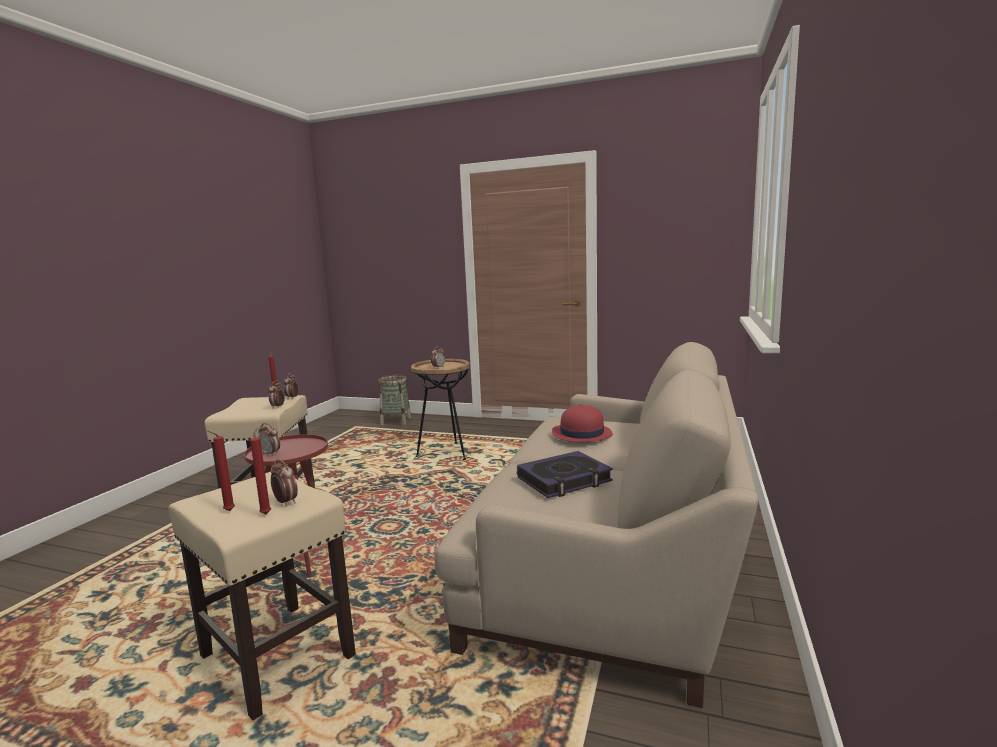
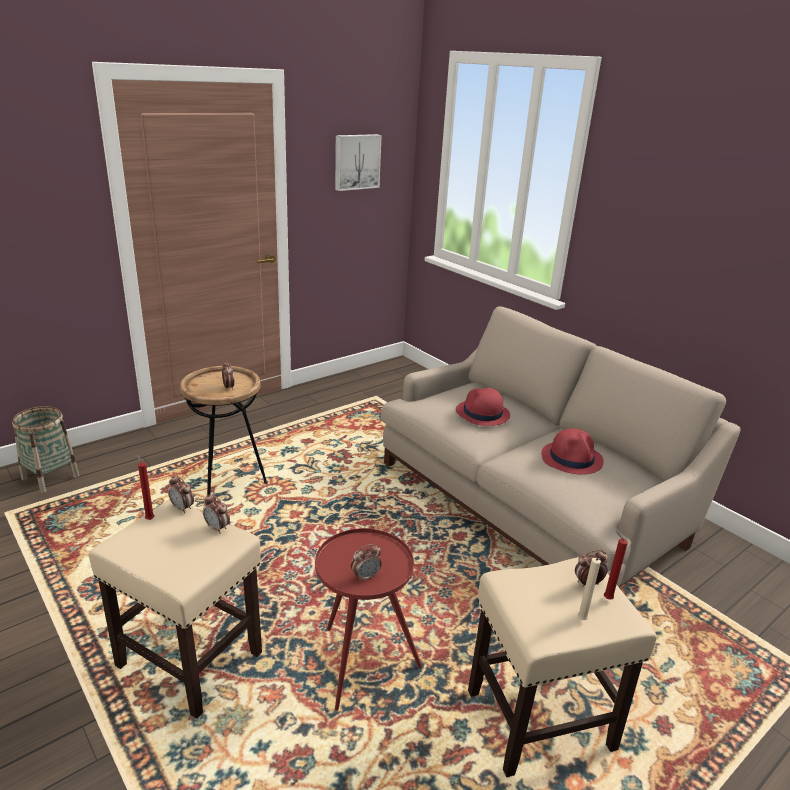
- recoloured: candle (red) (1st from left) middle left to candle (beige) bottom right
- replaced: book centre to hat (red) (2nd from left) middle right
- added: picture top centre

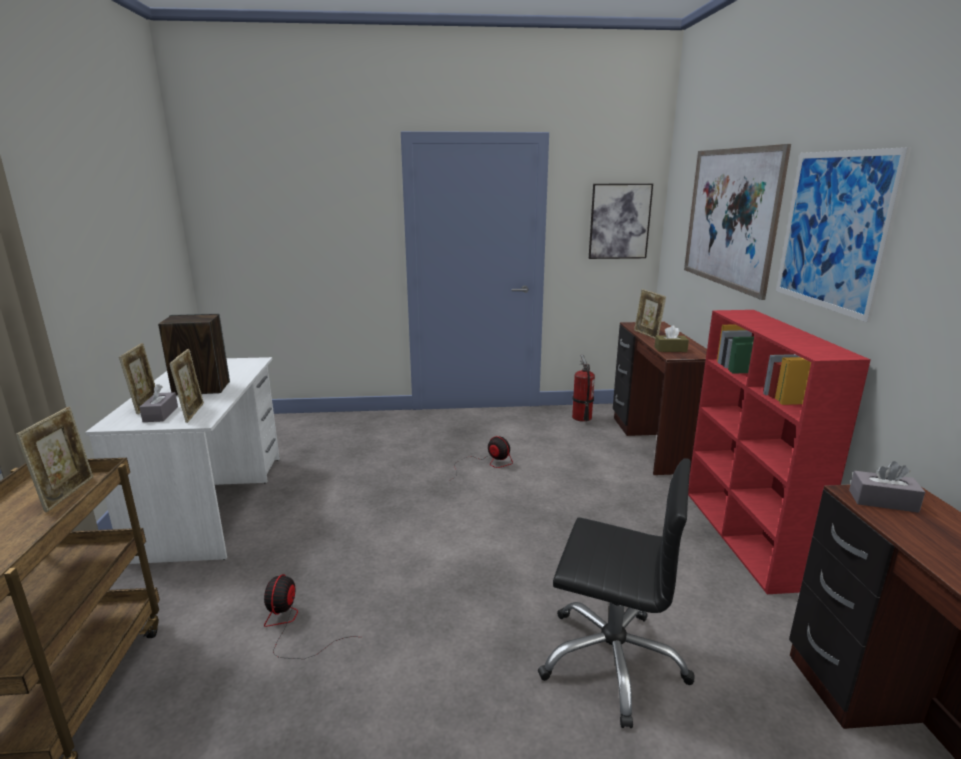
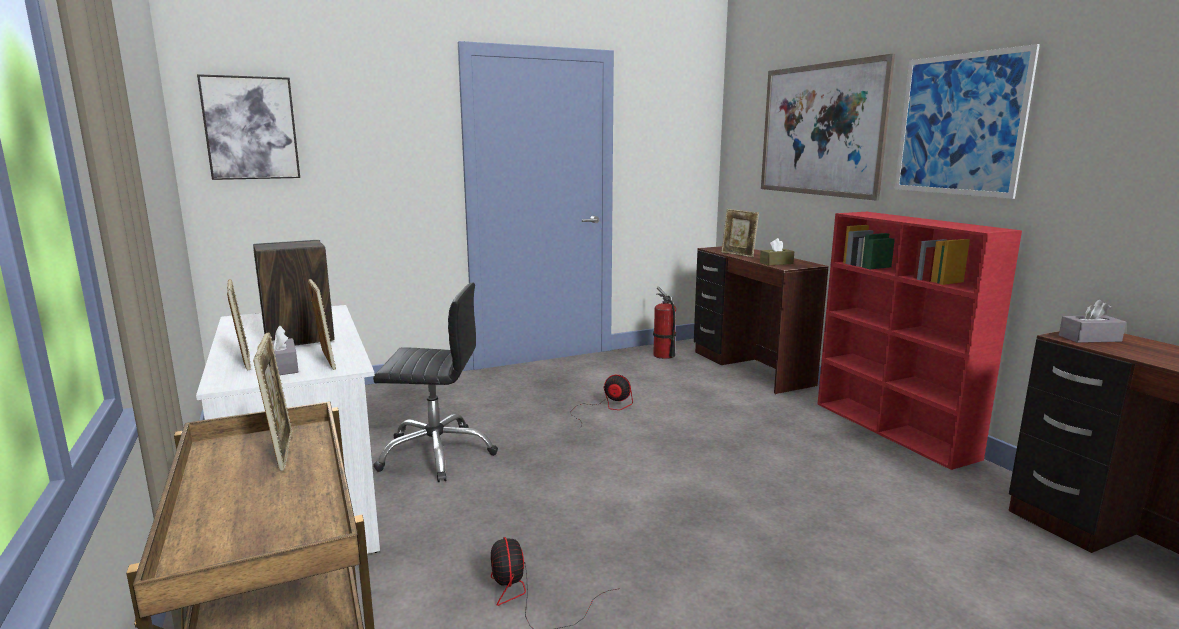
- moved: office chair (black) bottom centre to centre
- moved: picture (1st from left) top centre to top left

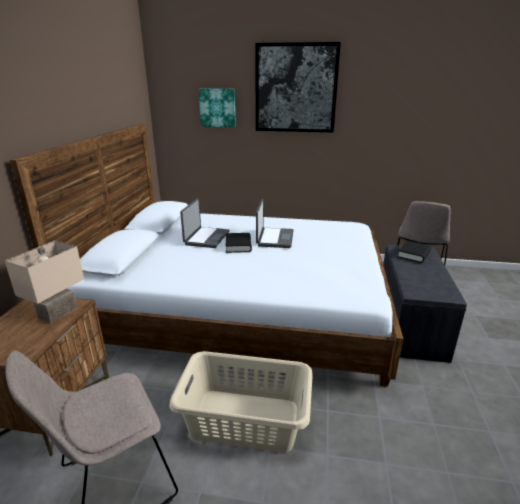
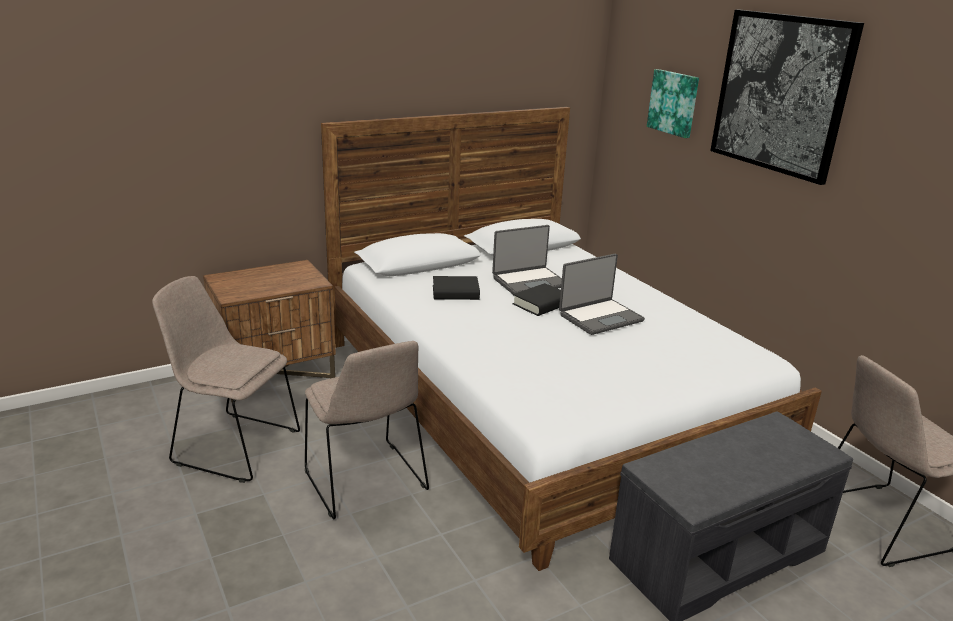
- removed: table lamp (beige) middle left
- replaced: laundry basket (beige) bottom centre to chair (beige) (2nd from left) bottom centre
- moved: book (black) (2nd from left in the first image) middle right to book (black) (1st from left) centre

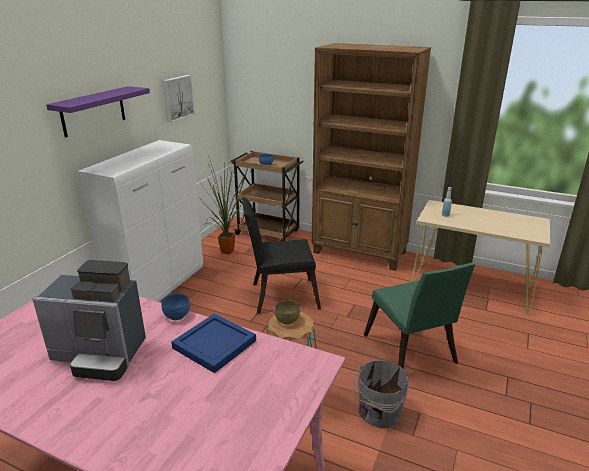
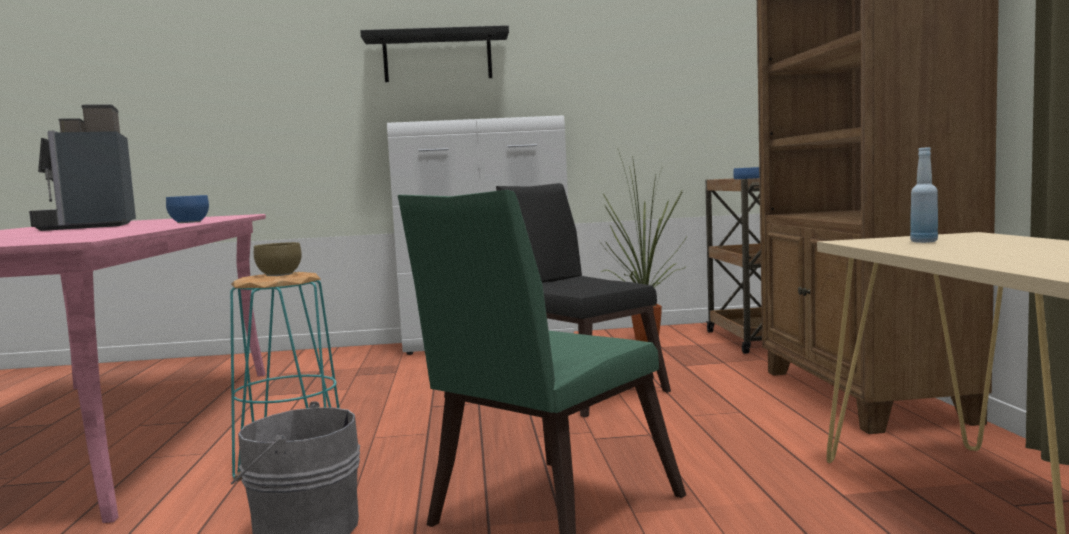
- recoloured: shelf (purple) top left to shelf (black) top centre
- removed: picture top left
- removed: tray (blue) bottom centre

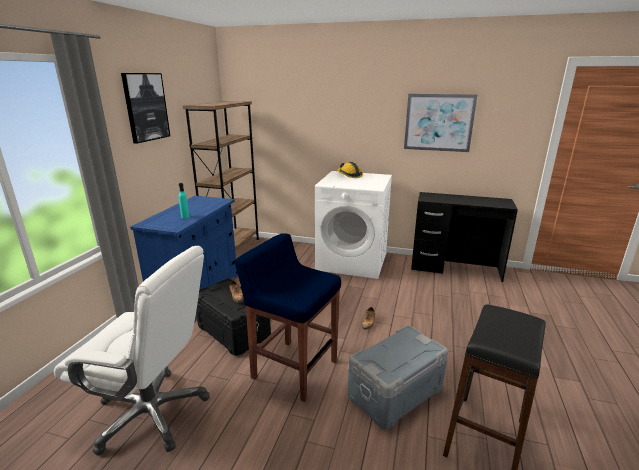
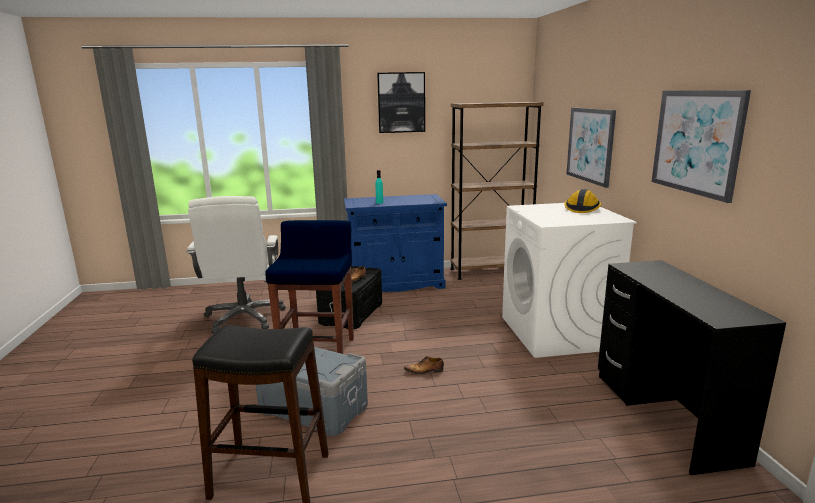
- added: picture (2nd from left) top right

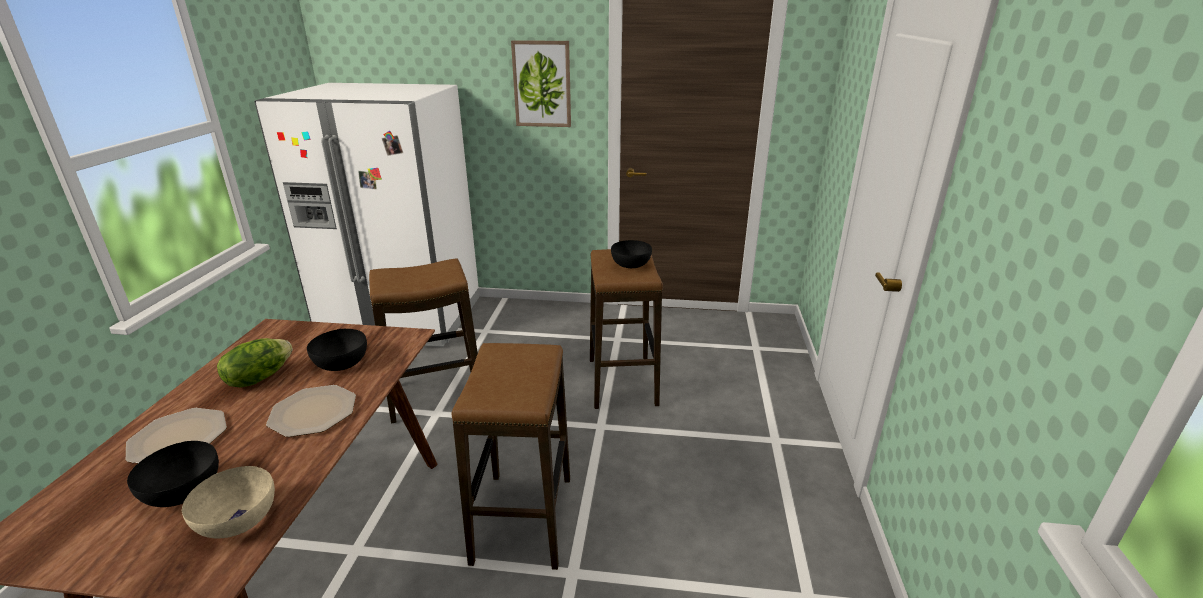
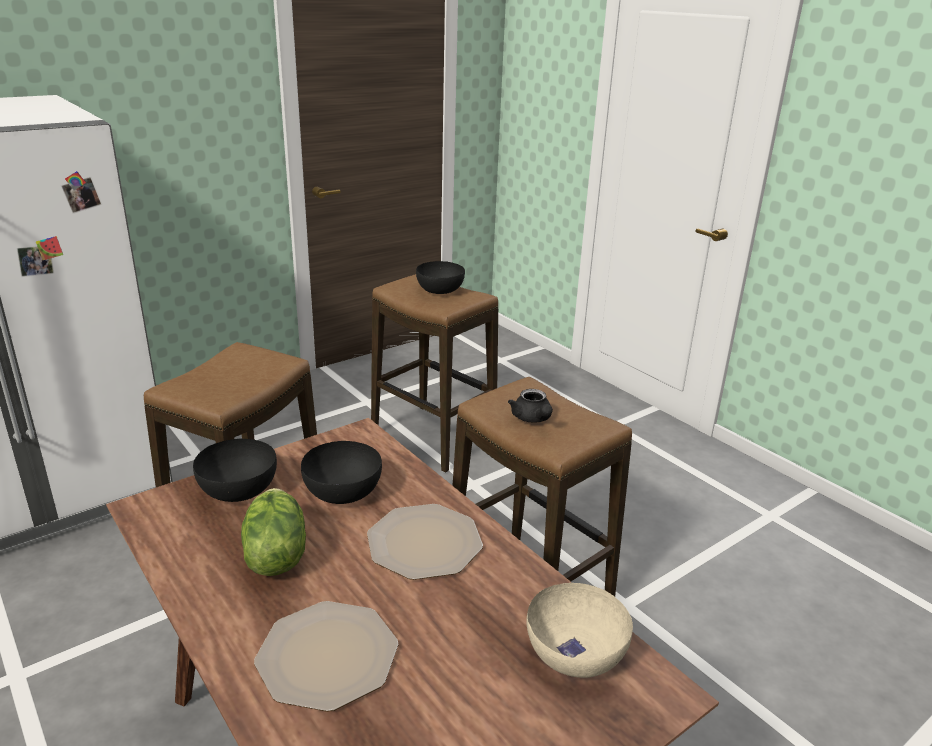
- moved: bowl (black) (1st from left) bottom left to middle left
- removed: picture top centre
- added: teapot (black) centre

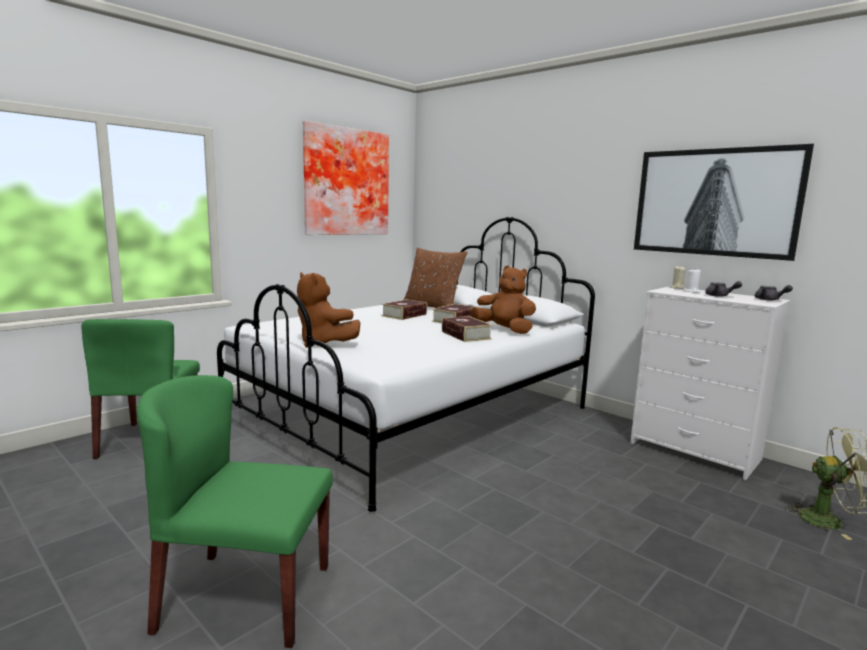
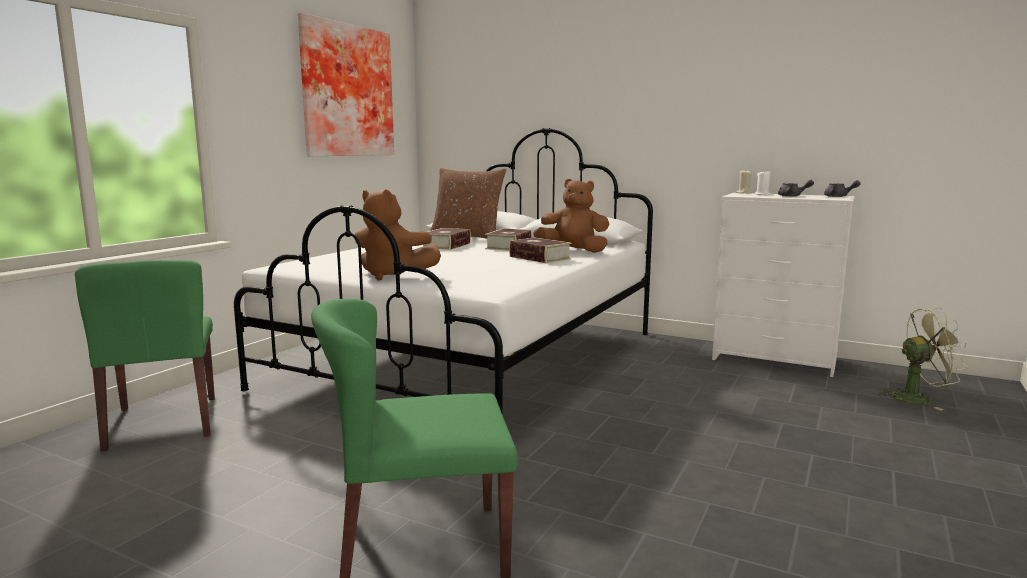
- removed: picture (2nd from left) top right

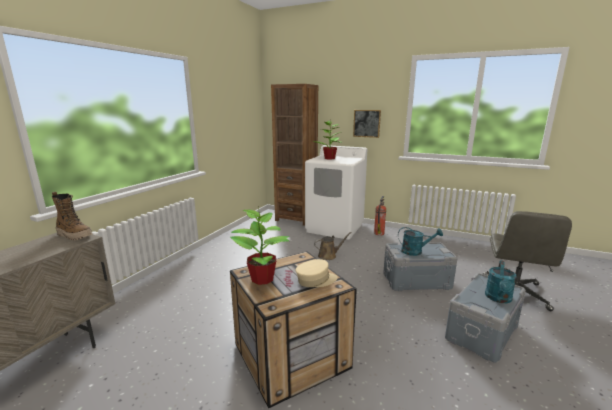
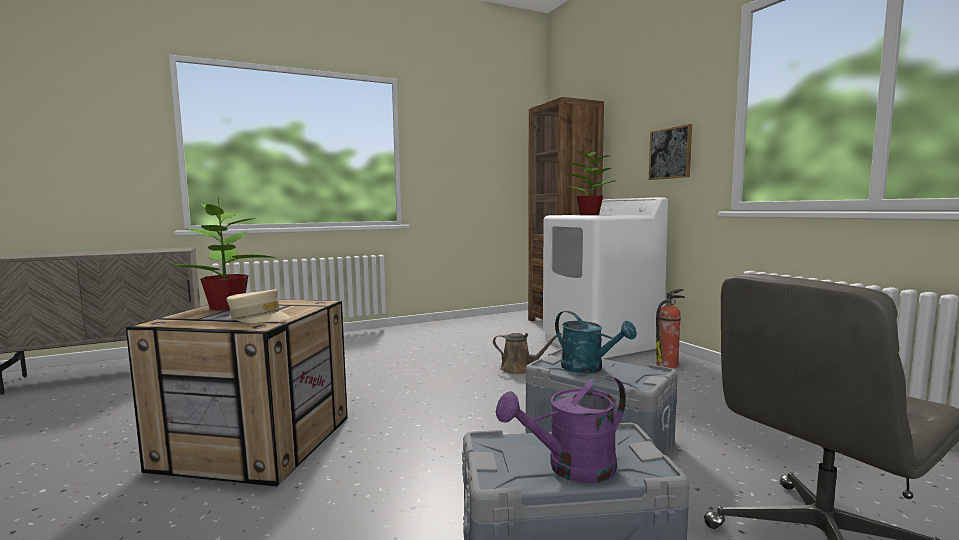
- removed: boot middle left
- recoloured: watering can (turquoise) (2nd from left) bottom right to watering can (purple) bottom centre

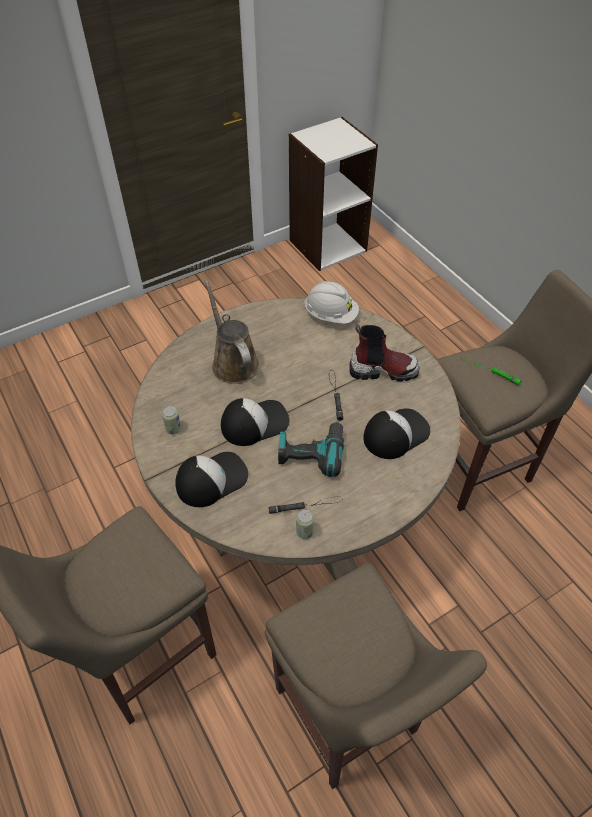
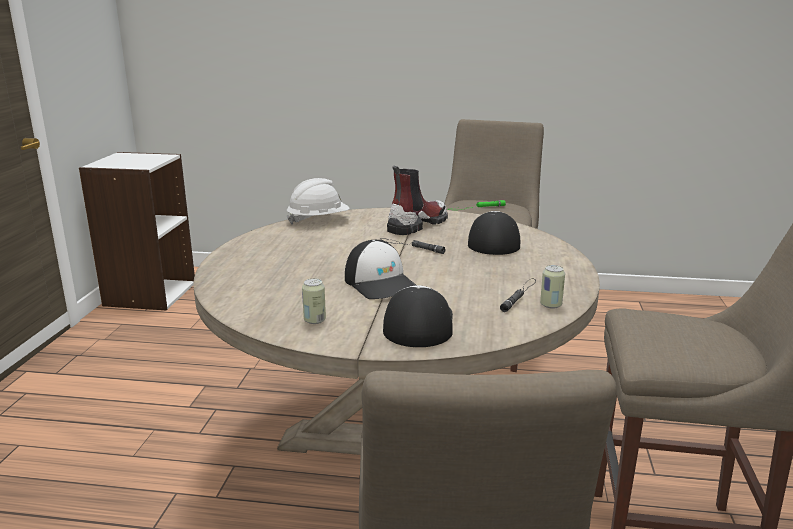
- removed: watering can (brown) centre
- turned: cap (2nd from left in the first image) centre = centre 135 degrees clockwise
- removed: power drill centre

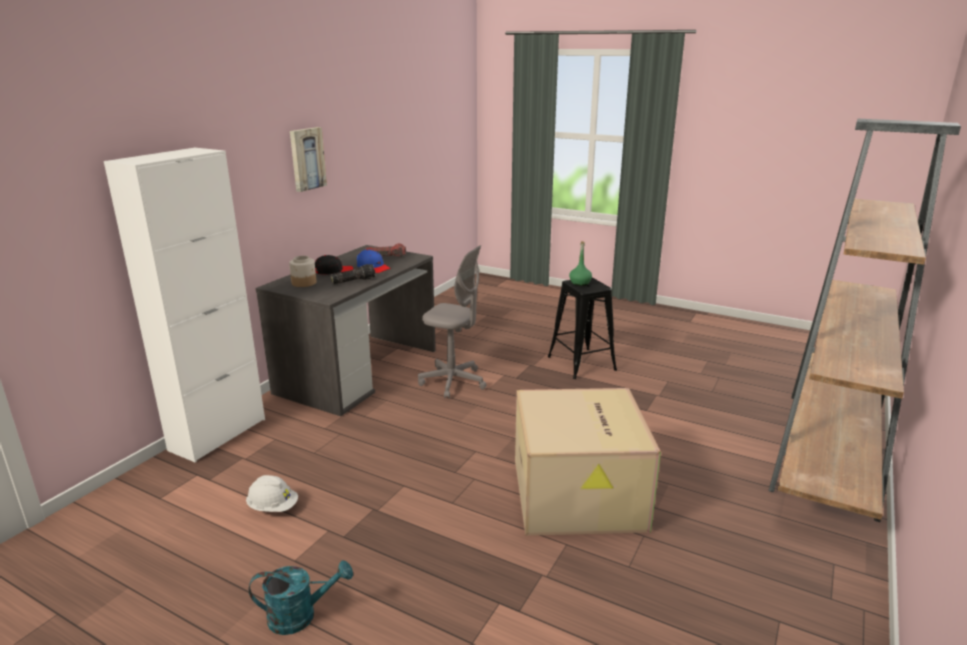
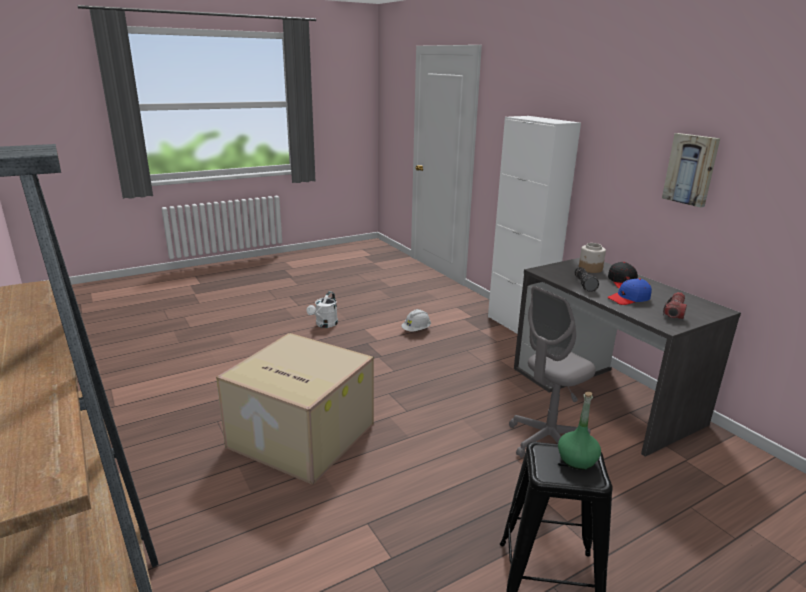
- recoloured: watering can (turquoise) bottom left to watering can (white) centre

